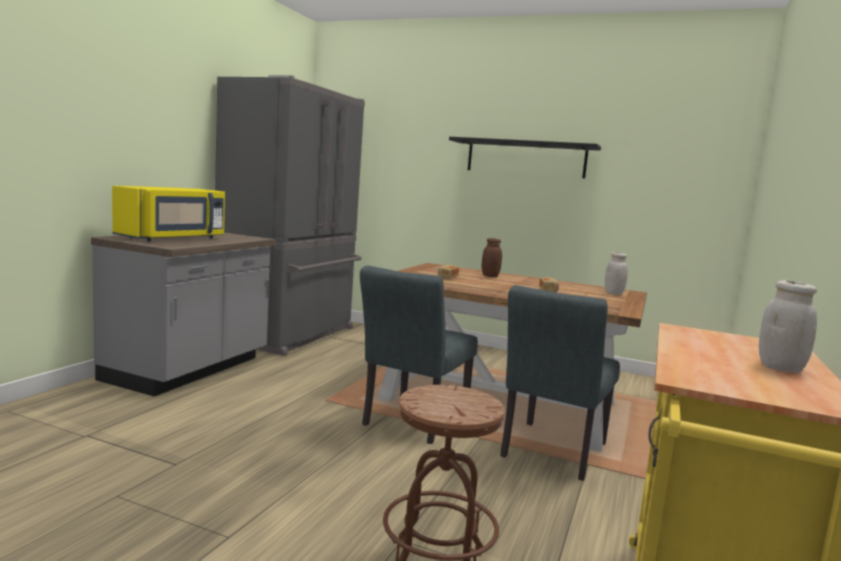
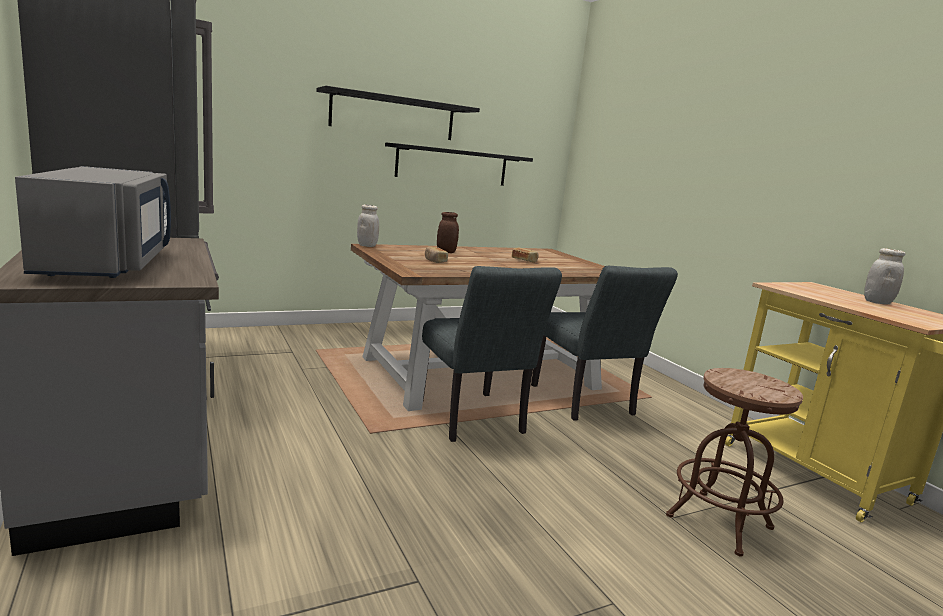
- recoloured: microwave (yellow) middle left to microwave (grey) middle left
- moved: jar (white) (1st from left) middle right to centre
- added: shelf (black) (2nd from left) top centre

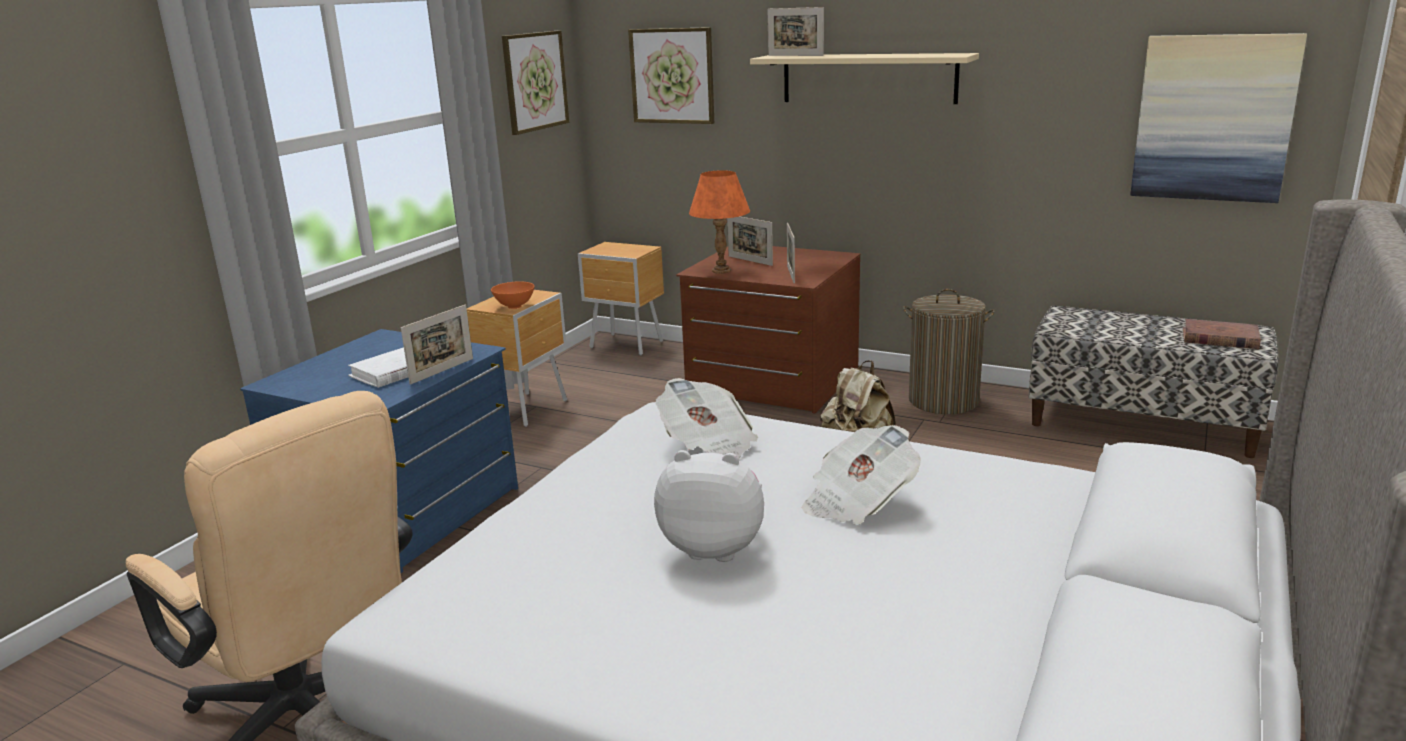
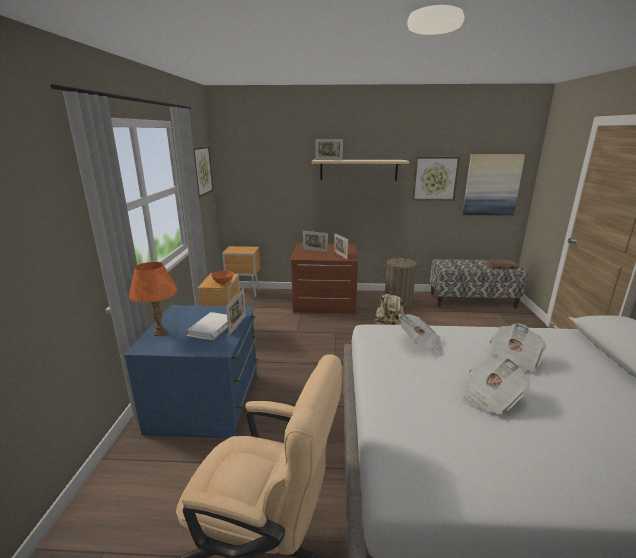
- moved: picture (2nd from left) top centre to top right
- replaced: plush toy bottom centre to newspaper (2nd from left) bottom right
- moved: table lamp (orange) top centre to middle left

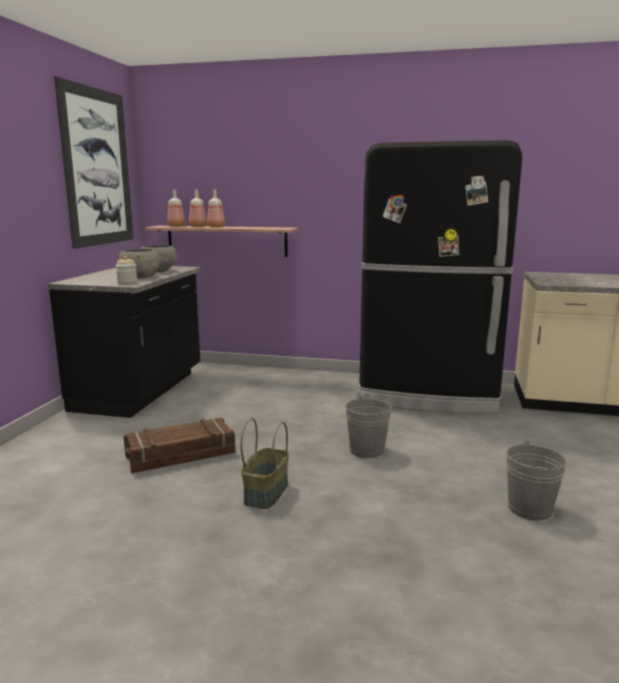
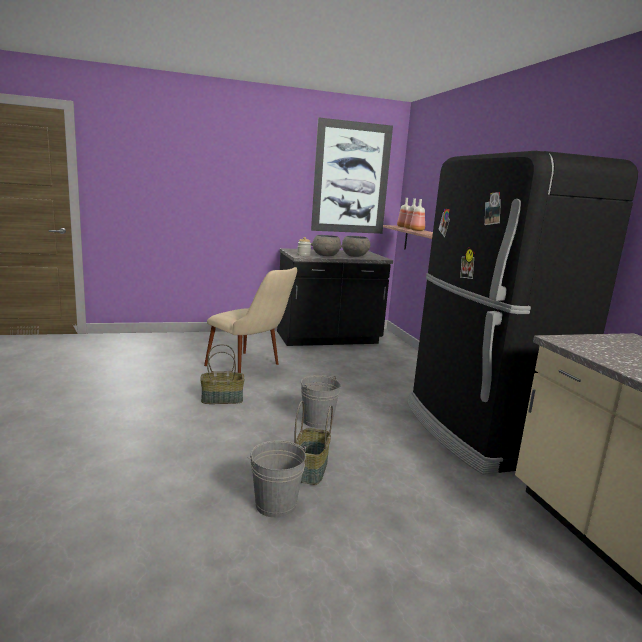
- replaced: crate middle left to chair (beige) centre
- added: basket (2nd from left) bottom centre

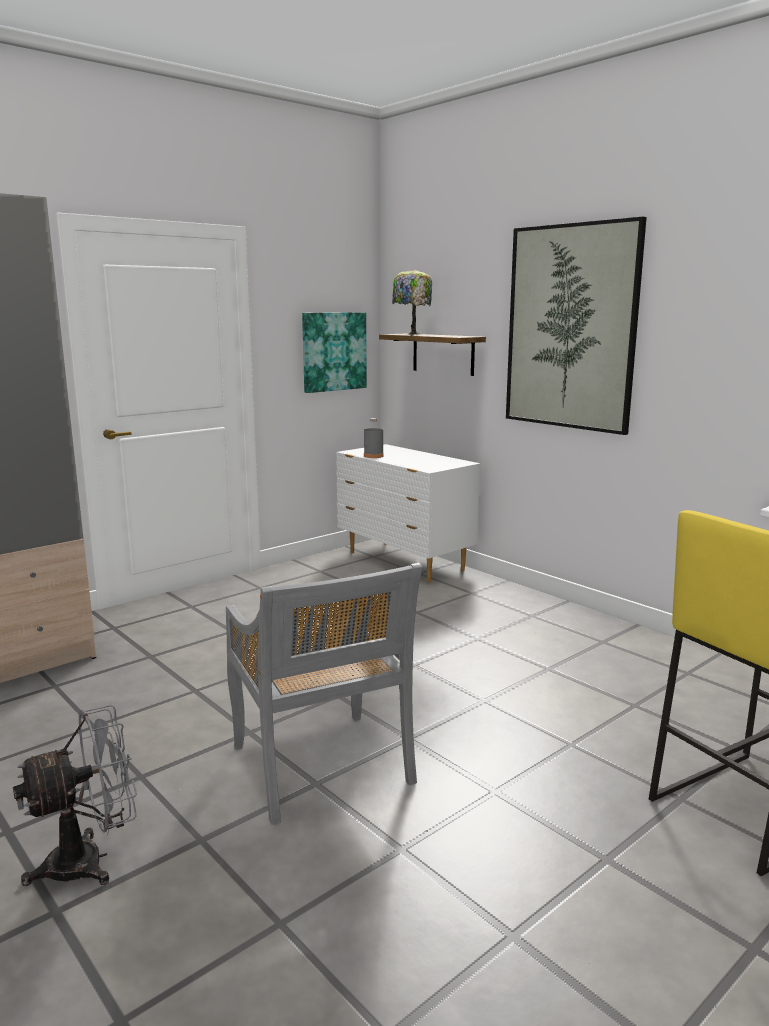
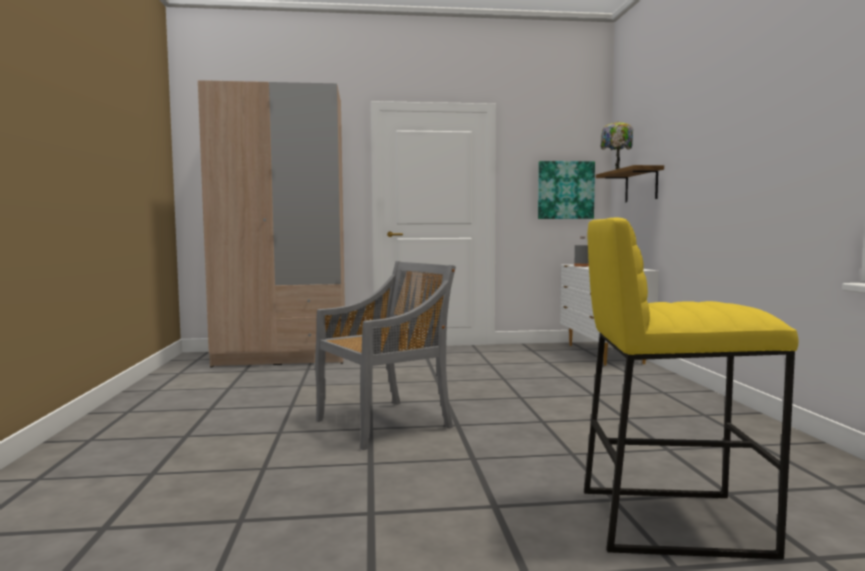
- removed: fan (grey) bottom left
- turned: chair (grey) bottom centre = centre 135 degrees counterclockwise
- removed: picture (2nd from left) top right

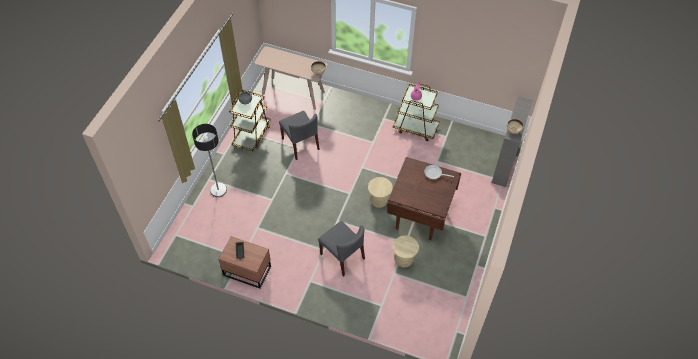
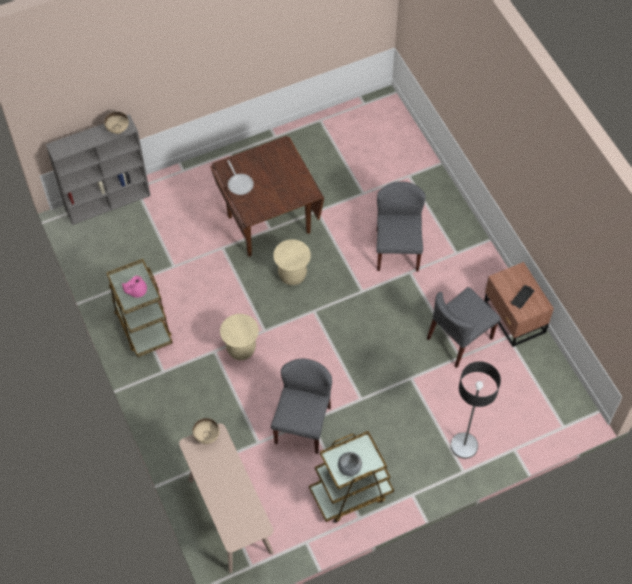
- moved: stool (beige) (2nd from left in the first image) bottom centre to stool (beige) (1st from left) centre
- added: chair (grey) (3rd from left) middle right

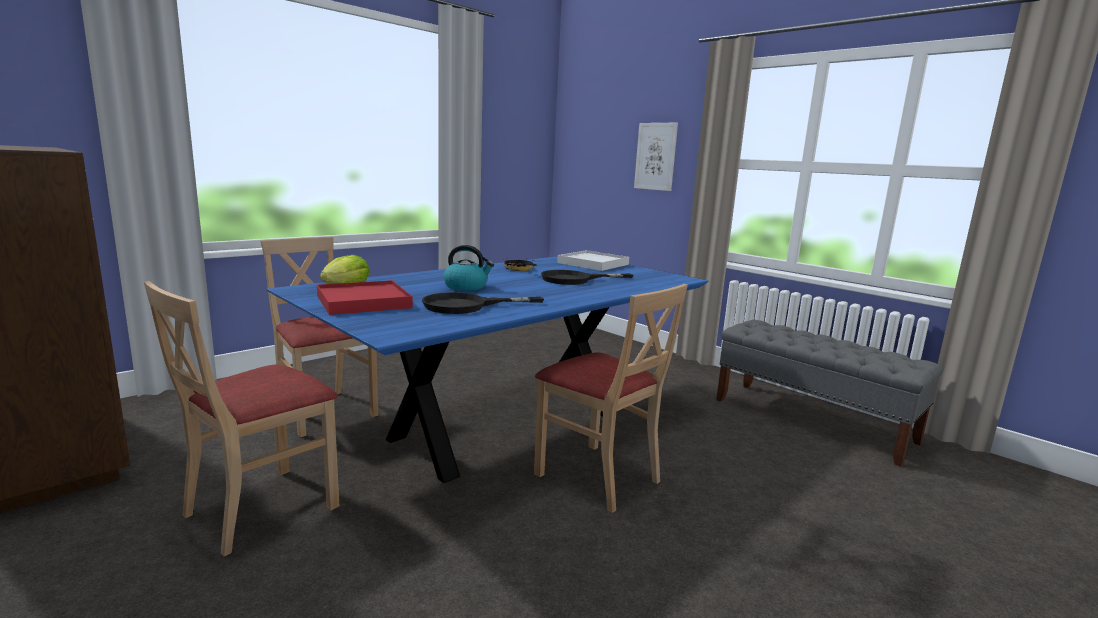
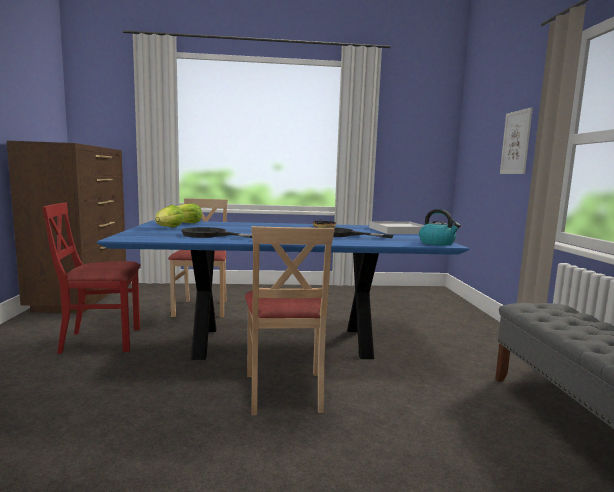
- recoloured: chair (beige) (1st from left) bottom left to chair (red) middle left
- replaced: tray (red) middle left to lettuce (1st from left) middle left
- moved: kettle centre to middle right

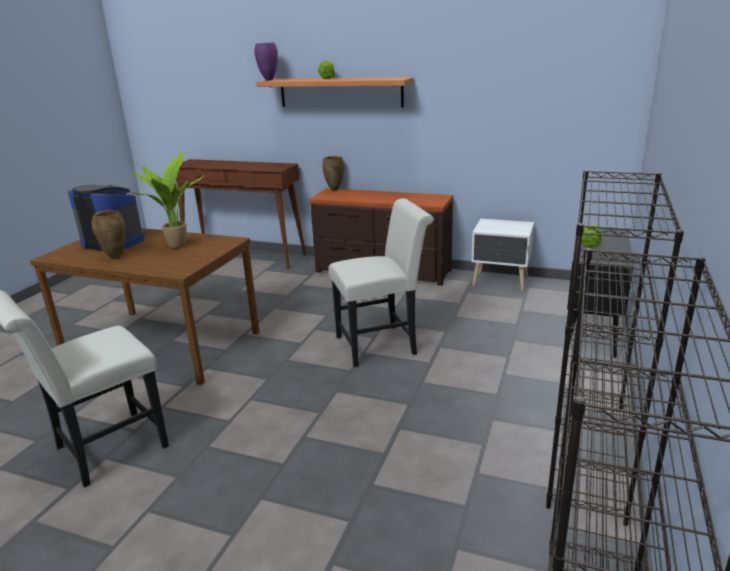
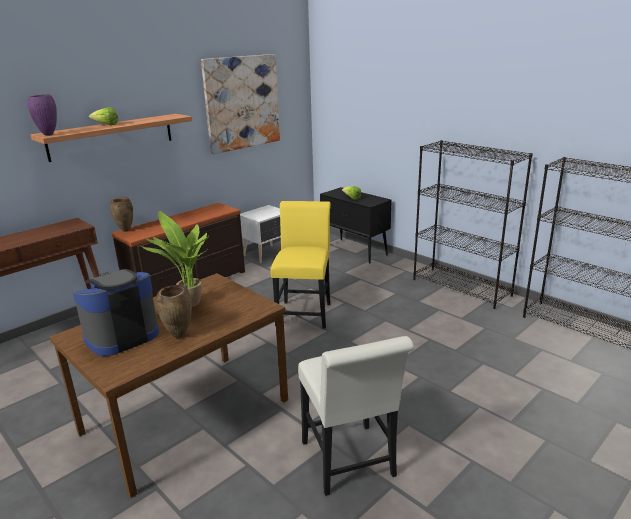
- recoloured: chair (white) (2nd from left) centre to chair (yellow) centre
- added: picture top centre

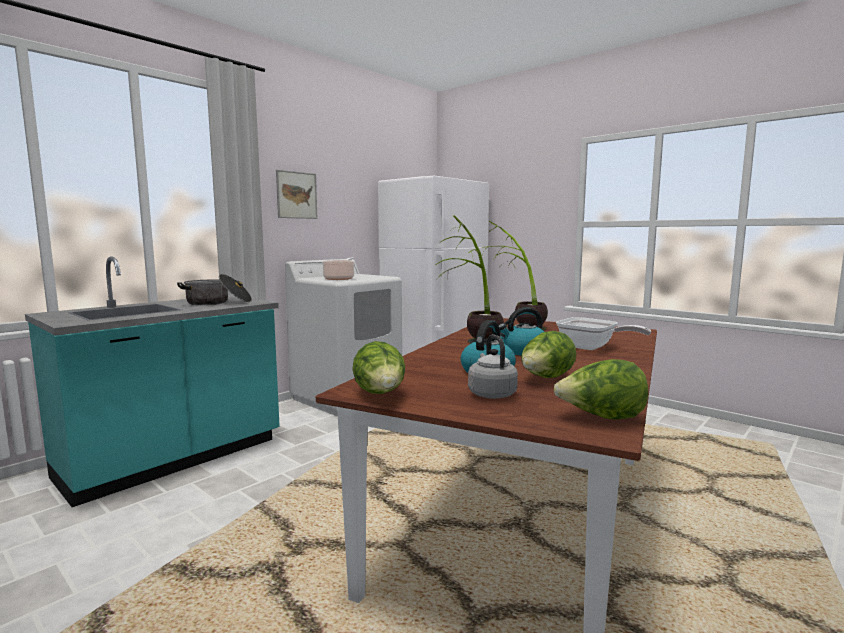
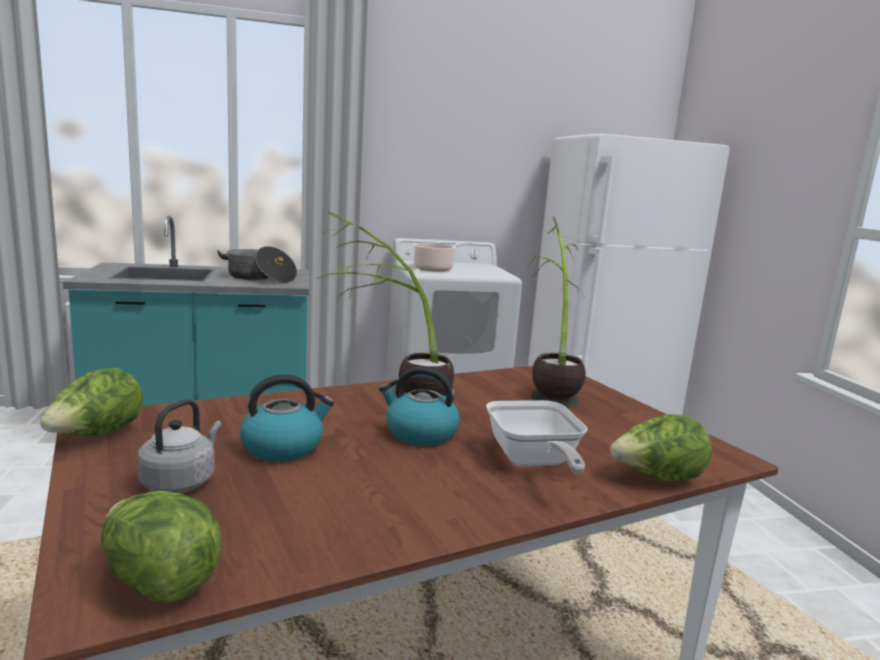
- removed: picture top centre
- moved: lettuce (2nd from left in the first image) centre to lettuce (3rd from left) bottom right

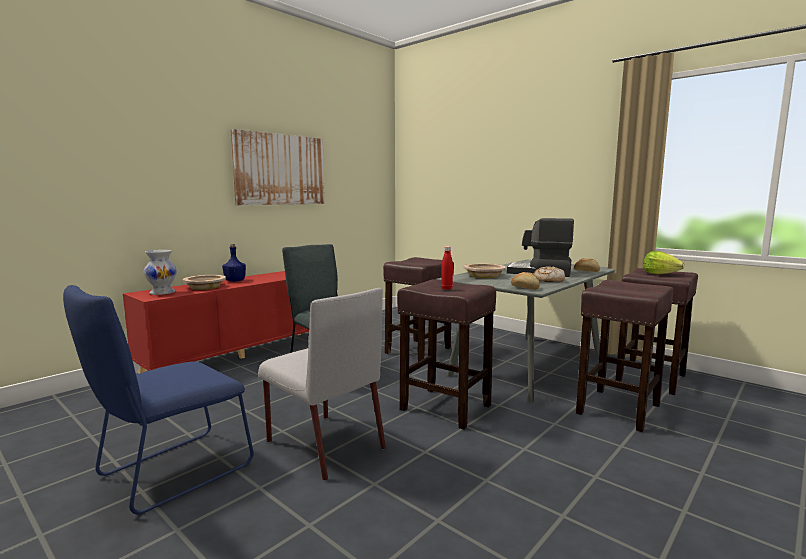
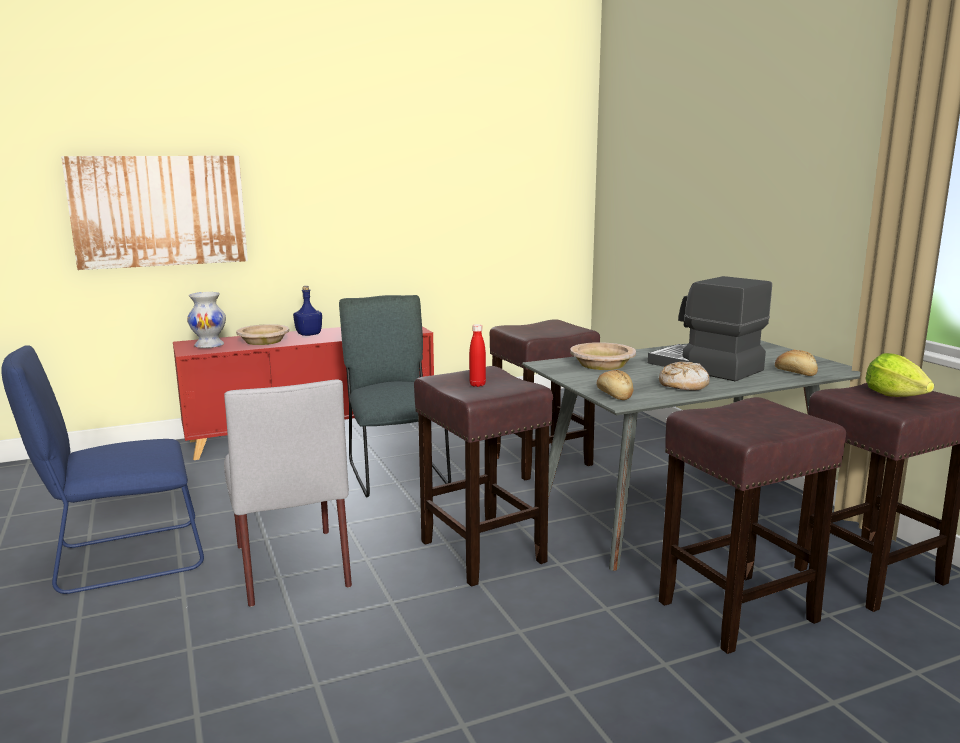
- moved: picture top centre to top left

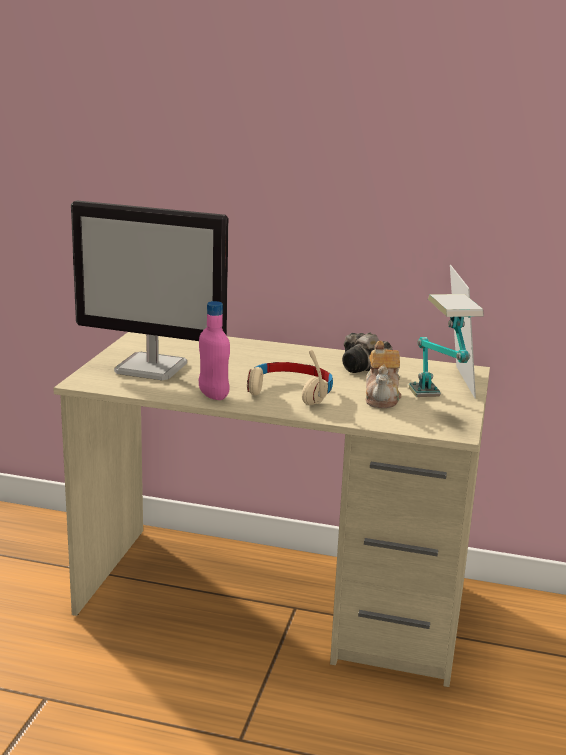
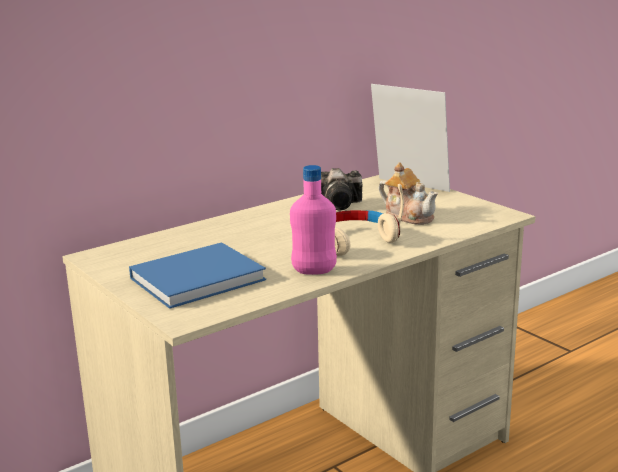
- replaced: monitor middle left to book (blue) middle left
- removed: table lamp middle right

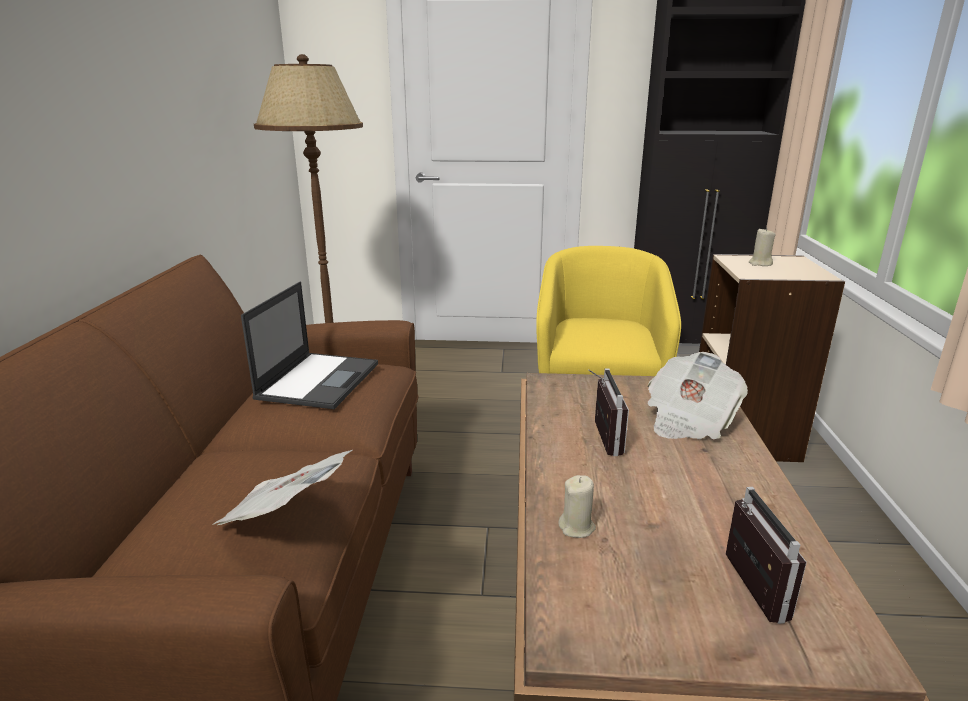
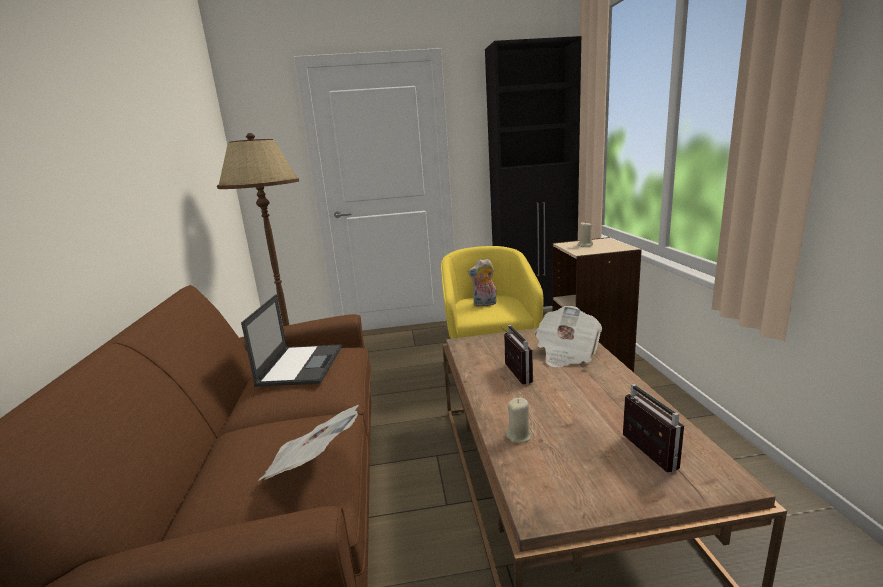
- added: plush toy centre

